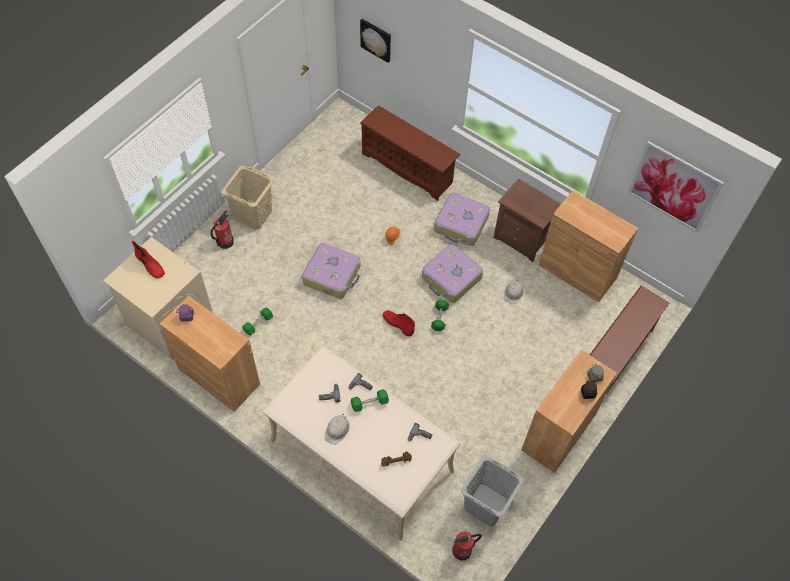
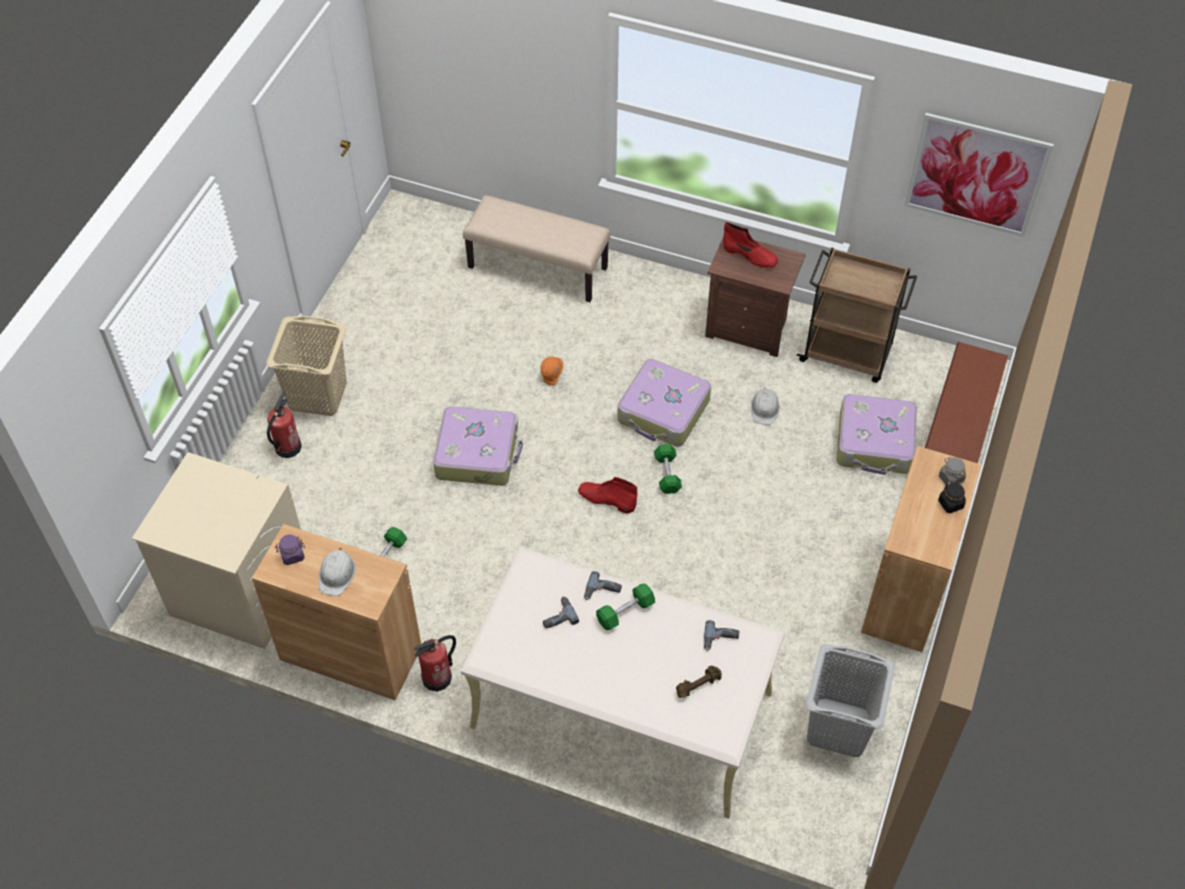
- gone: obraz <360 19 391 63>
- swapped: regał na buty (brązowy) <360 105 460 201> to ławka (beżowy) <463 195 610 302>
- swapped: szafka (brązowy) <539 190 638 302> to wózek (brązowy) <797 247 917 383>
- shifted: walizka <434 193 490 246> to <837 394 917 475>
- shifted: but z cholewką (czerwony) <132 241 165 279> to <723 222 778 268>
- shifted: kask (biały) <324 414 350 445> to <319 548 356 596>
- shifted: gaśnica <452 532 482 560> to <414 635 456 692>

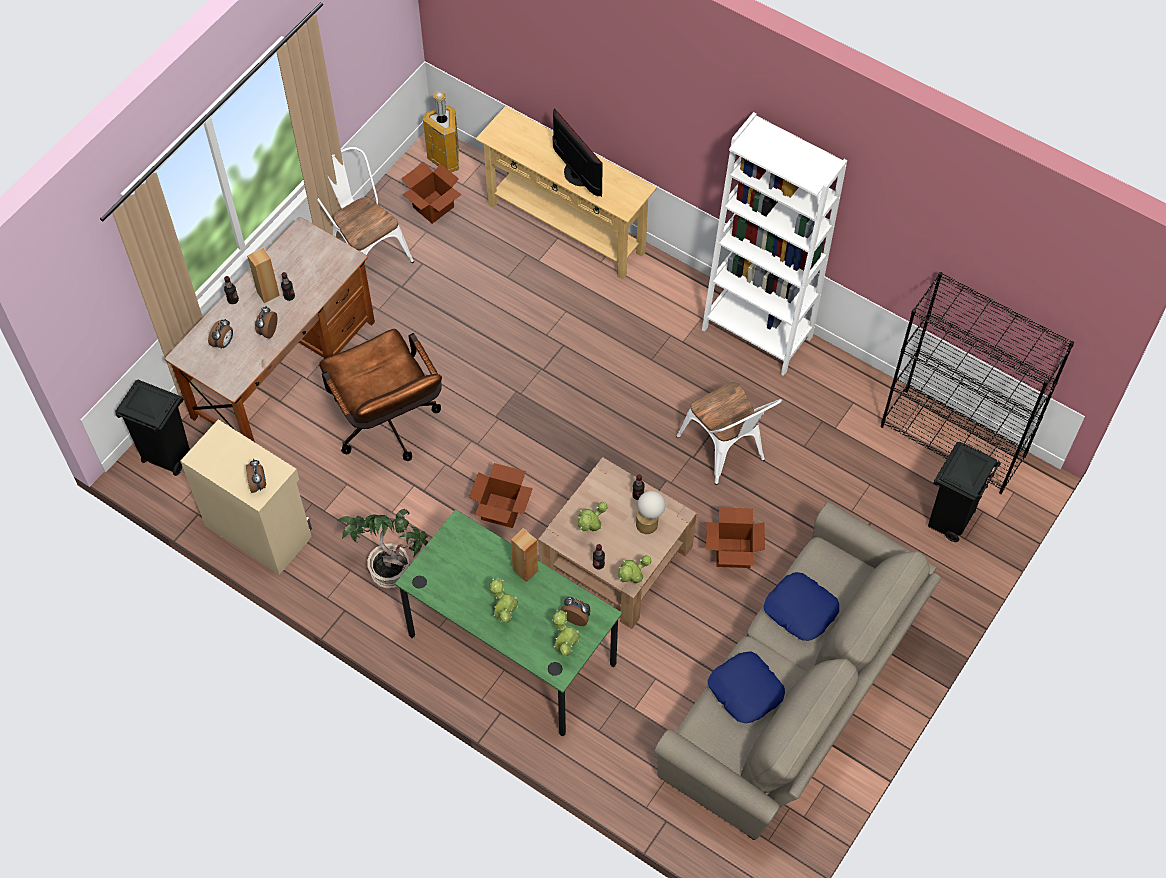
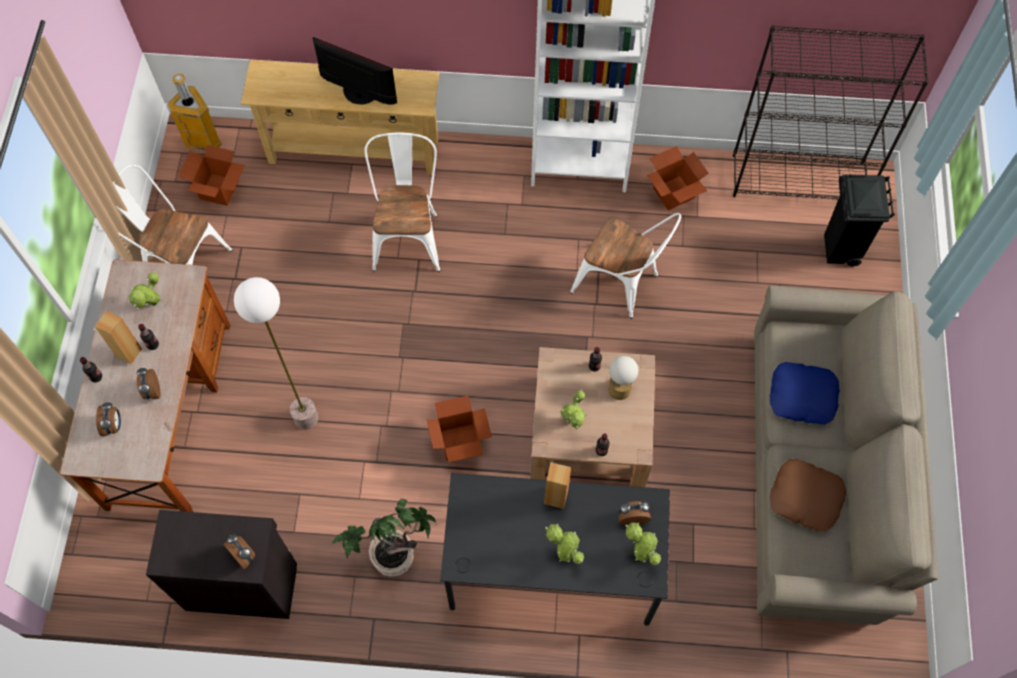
- swapped: krzesło biurowe (brązowy) <319 329 442 461> to lampa stojąca <234 277 318 430>
- gone: kosz na śmieci (czarny) <115 380 190 476>
- repainted: szafka (beżowy) <180 419 312 575> to szafka (czarny) <146 510 297 619>
- shifted: karton <706 507 765 568> to <647 146 709 210>
- repainted: biurko (zielony) <395 509 622 736> to biurko (czarny) <440 473 670 626>
- shifted: roślina doniczkowa <618 555 652 583> to <128 271 161 309>
- repainted: poduszka (niebieski) <708 651 785 723> to poduszka (brązowy) <770 459 846 532>
- new: krzesło (biały) <364 132 440 272>

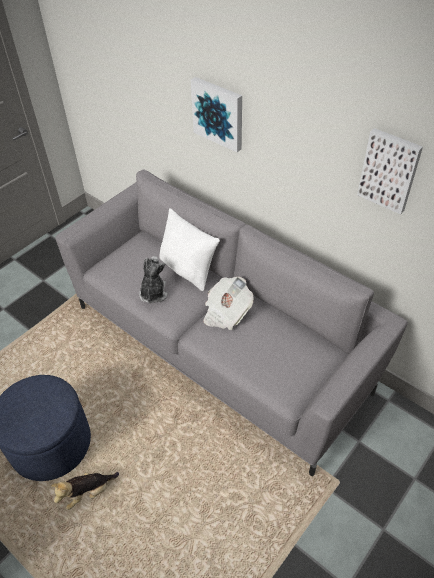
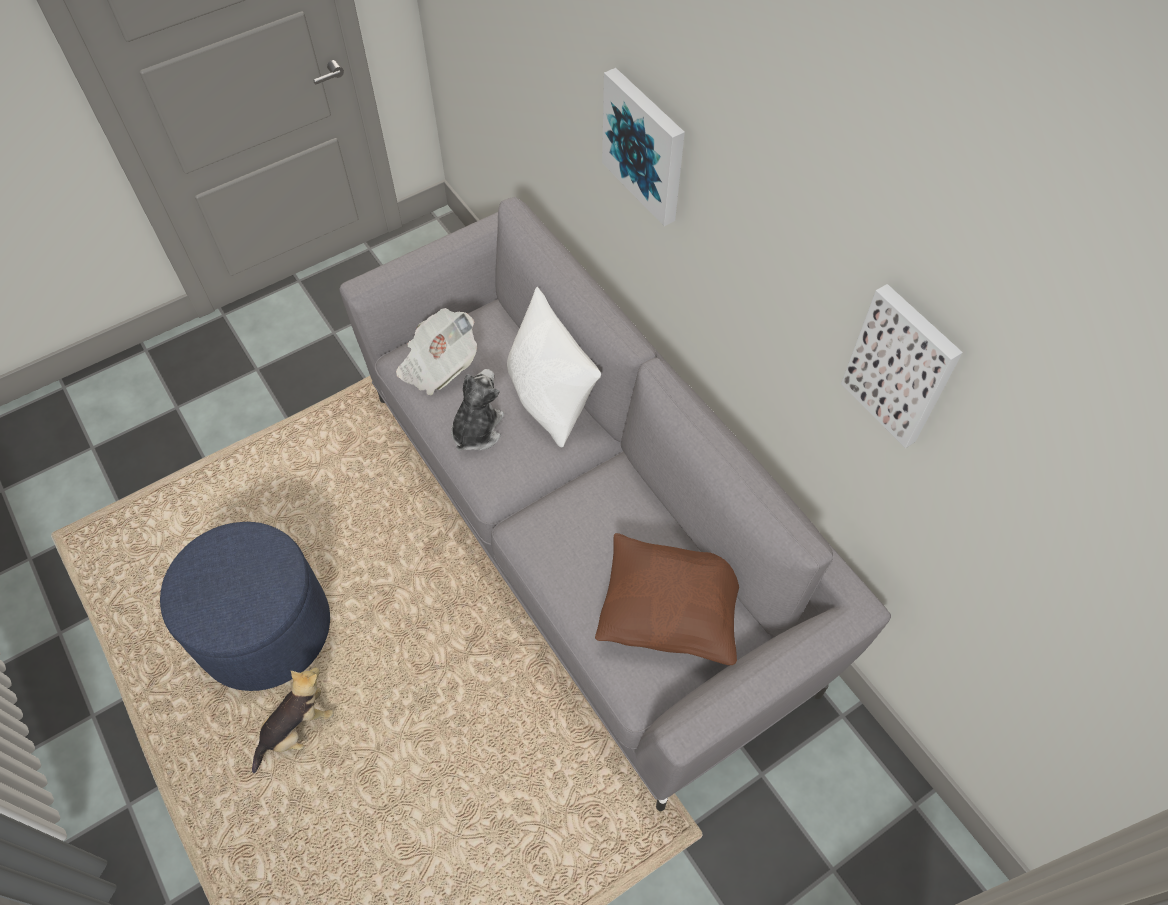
- shifted: gazeta <203 277 253 330> to <396 308 477 396>
- rotated: pluszak <51 472 119 510> = <252 667 334 773> 150 degrees clockwise
- new: poduszka (brązowy) <595 533 739 665>

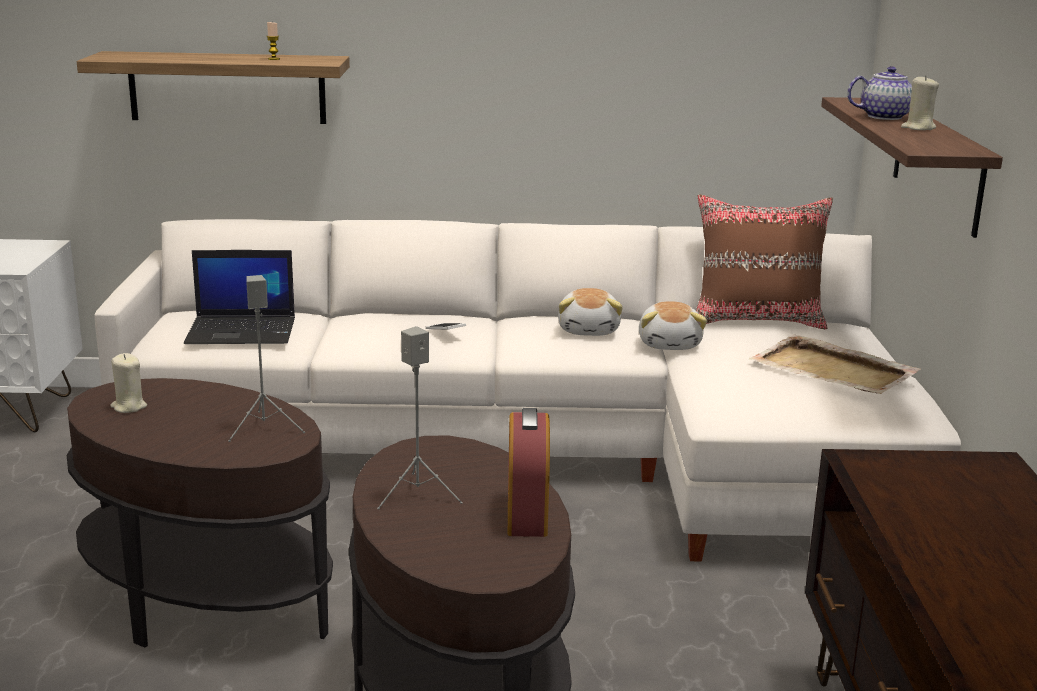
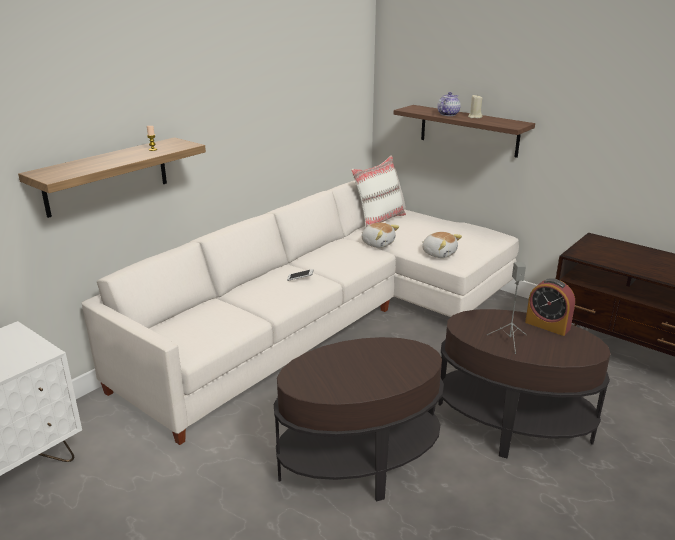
- repainted: poduszka (brązowy) <696 194 833 329> to poduszka (biały) <351 155 406 227>
- gone: laptop <184 250 295 344>
- gone: głośnik (szary) <228 275 305 442>
- shifted: pluszak <558 288 623 336> to <422 232 462 258>
- gone: taca (beżowy) <749 334 921 394>
- gone: świeca (beżowy) <110 353 147 413>

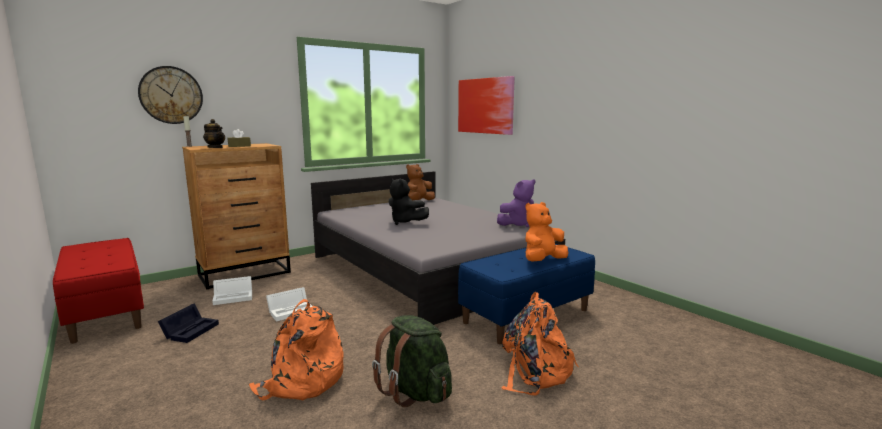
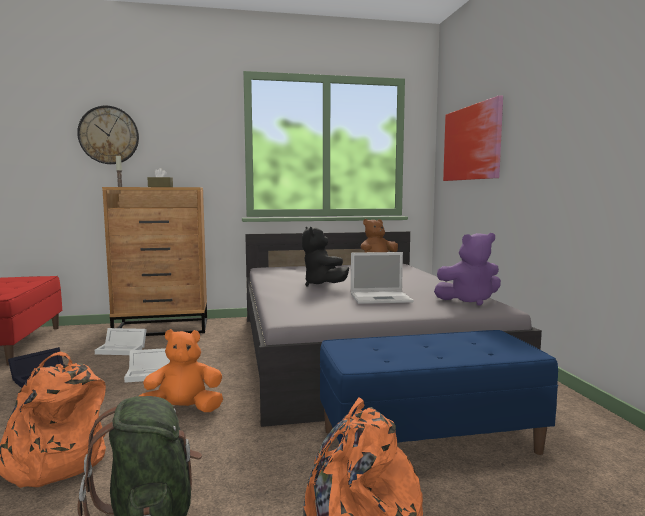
- gone: imbryk <203 119 225 148>
- shifted: pluszak (pomarańczowy) <525 202 568 262> to <139 329 223 412>
- new: laptop <351 252 414 304>

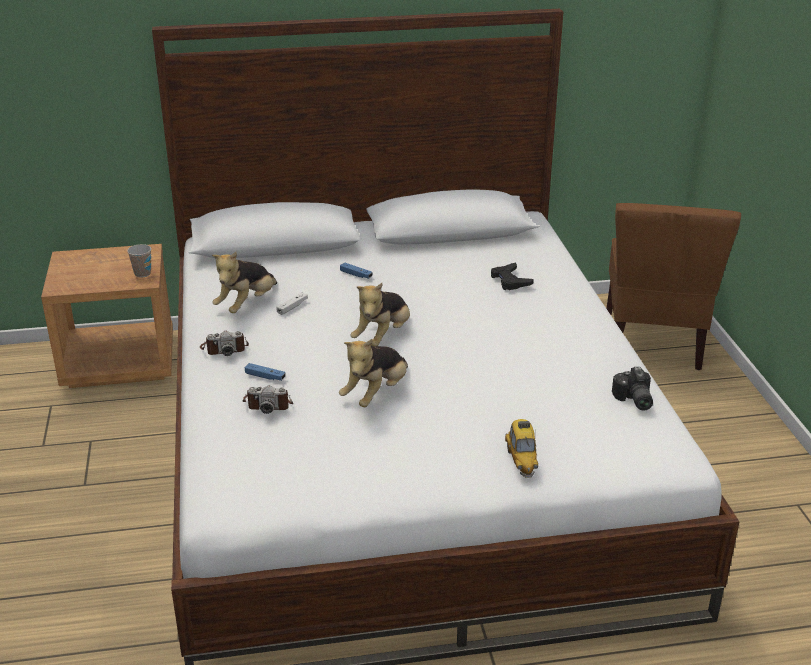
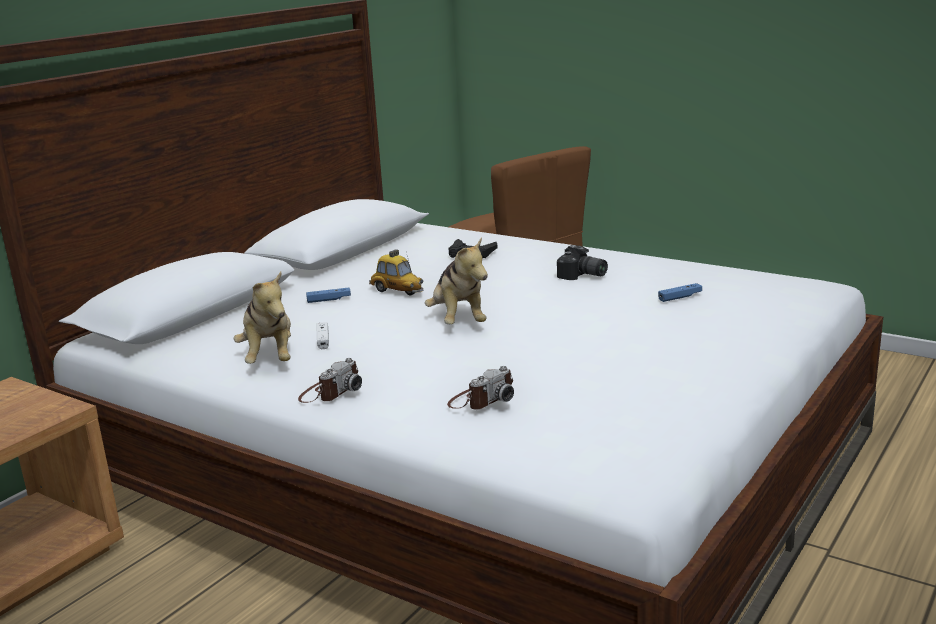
- gone: filiżanka <127 244 151 277>
- gone: pluszak <339 339 408 407>
- shifted: pad do gier (niebieski) <245 363 286 381> to <658 283 702 302>
- shifted: aparat fotograficzny <612 367 653 411> to <557 245 608 280>
- shifted: samochodzik <505 419 538 478> to <369 249 423 295>

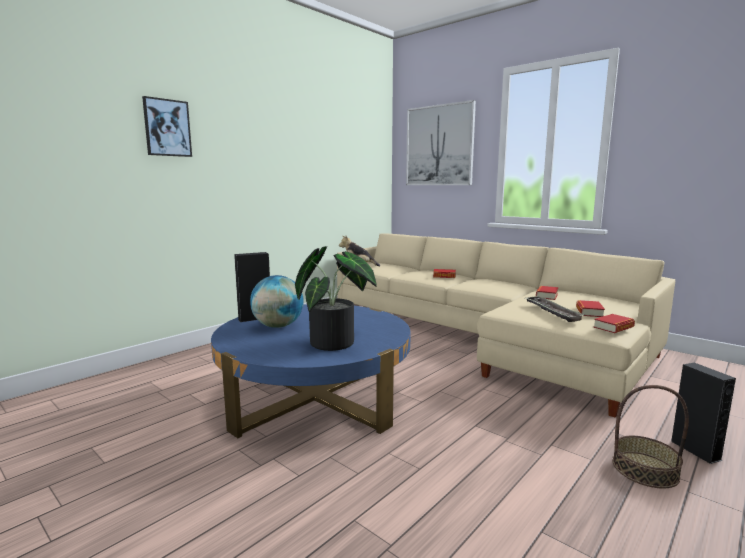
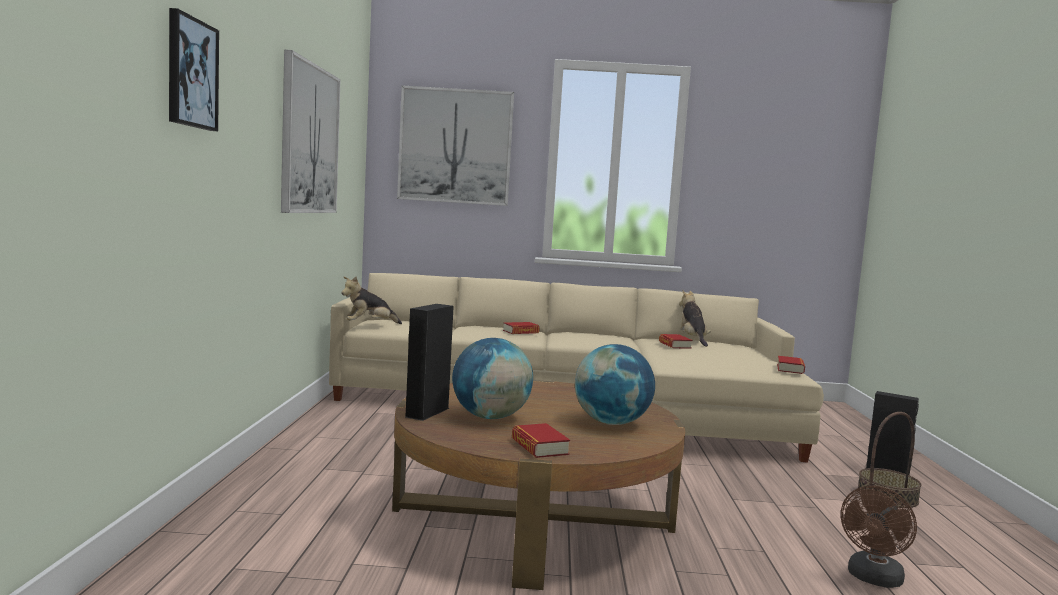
- swapped: roślina doniczkowa <295 246 377 351> to globus <575 344 655 425>
- gone: taca <524 296 585 322>
- shifted: książka <576 300 605 317> to <512 423 570 458>
- repainted: ława (niebieski) <211 304 411 438> to ława (brązowy) <392 380 685 590>
- new: obraz <281 50 340 213>
- new: pluszak <679 290 711 347>
- new: wentylator (brązowy) <841 485 917 588>

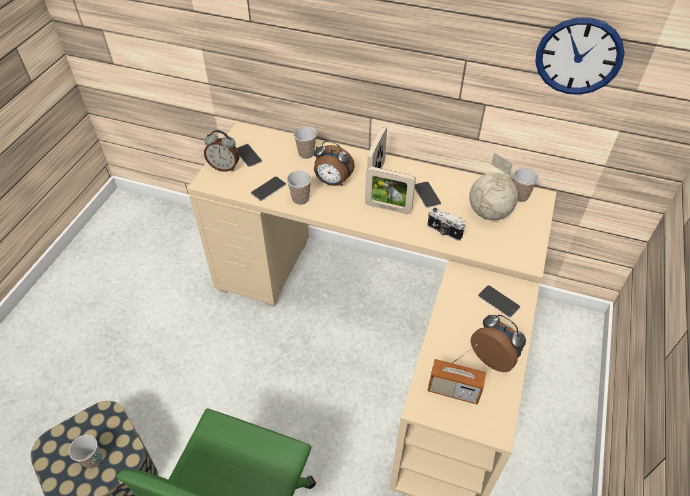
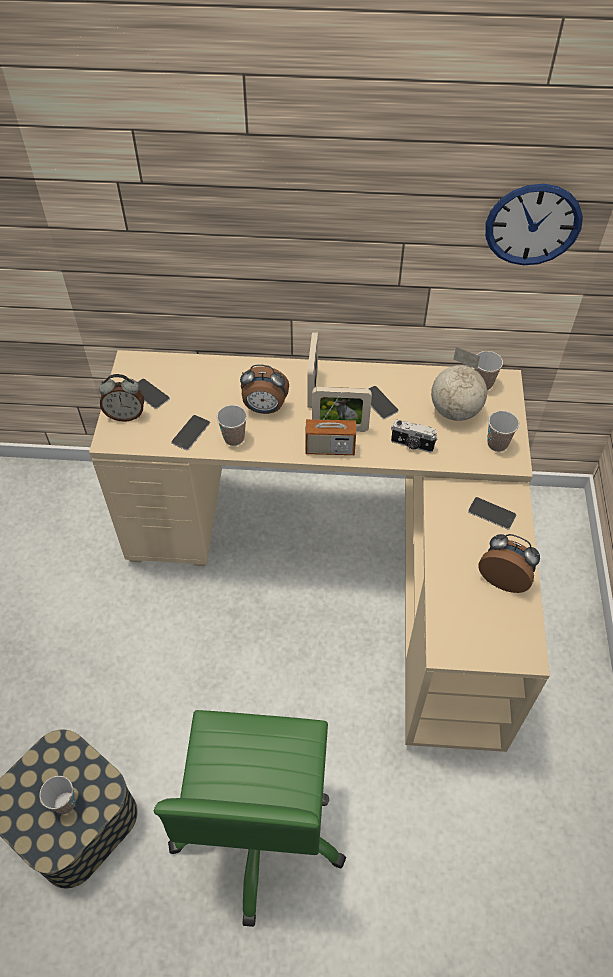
- shifted: filiżanka <294 126 317 159> to <487 411 519 452>
- shifted: radio <428 344 486 405> to <305 392 356 455>

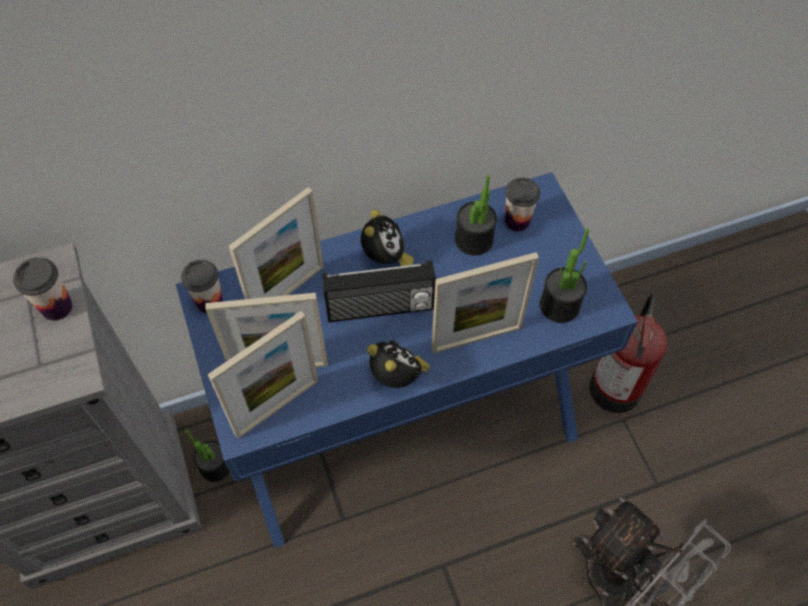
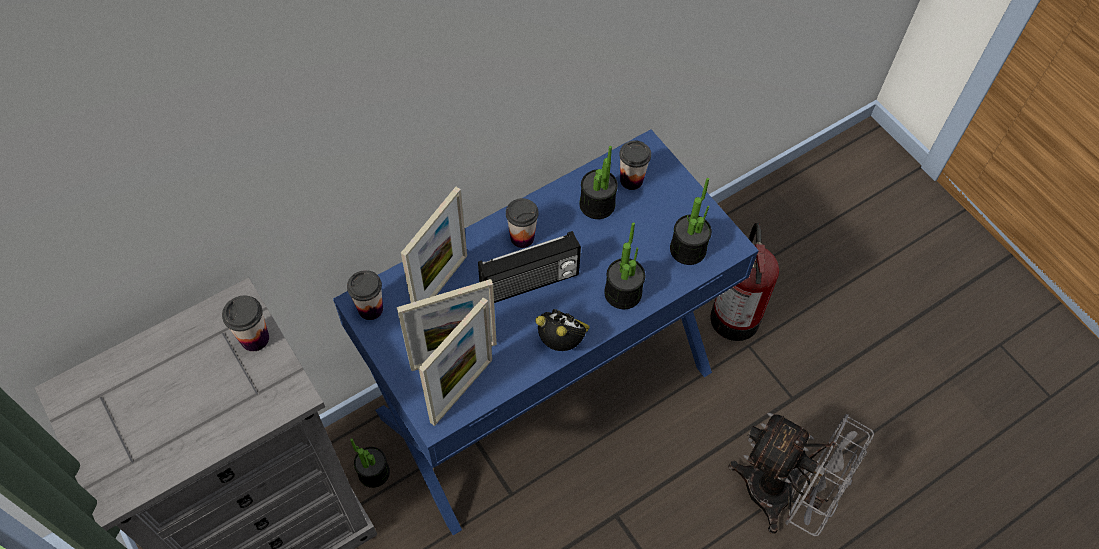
- swapped: budzik <361 210 414 266> to filiżanka <506 198 539 248>
- swapped: ramka na zdjęcie <431 252 539 354> to roślina doniczkowa <604 222 645 309>

